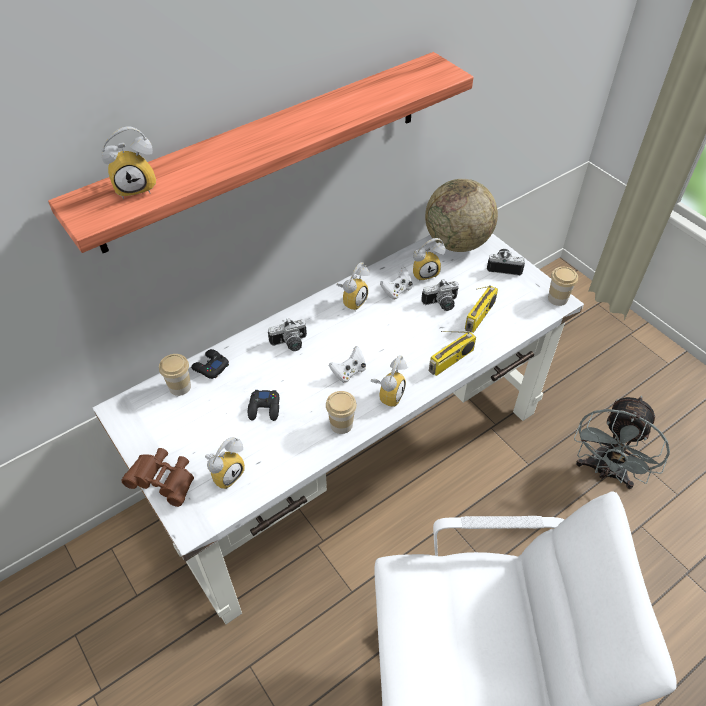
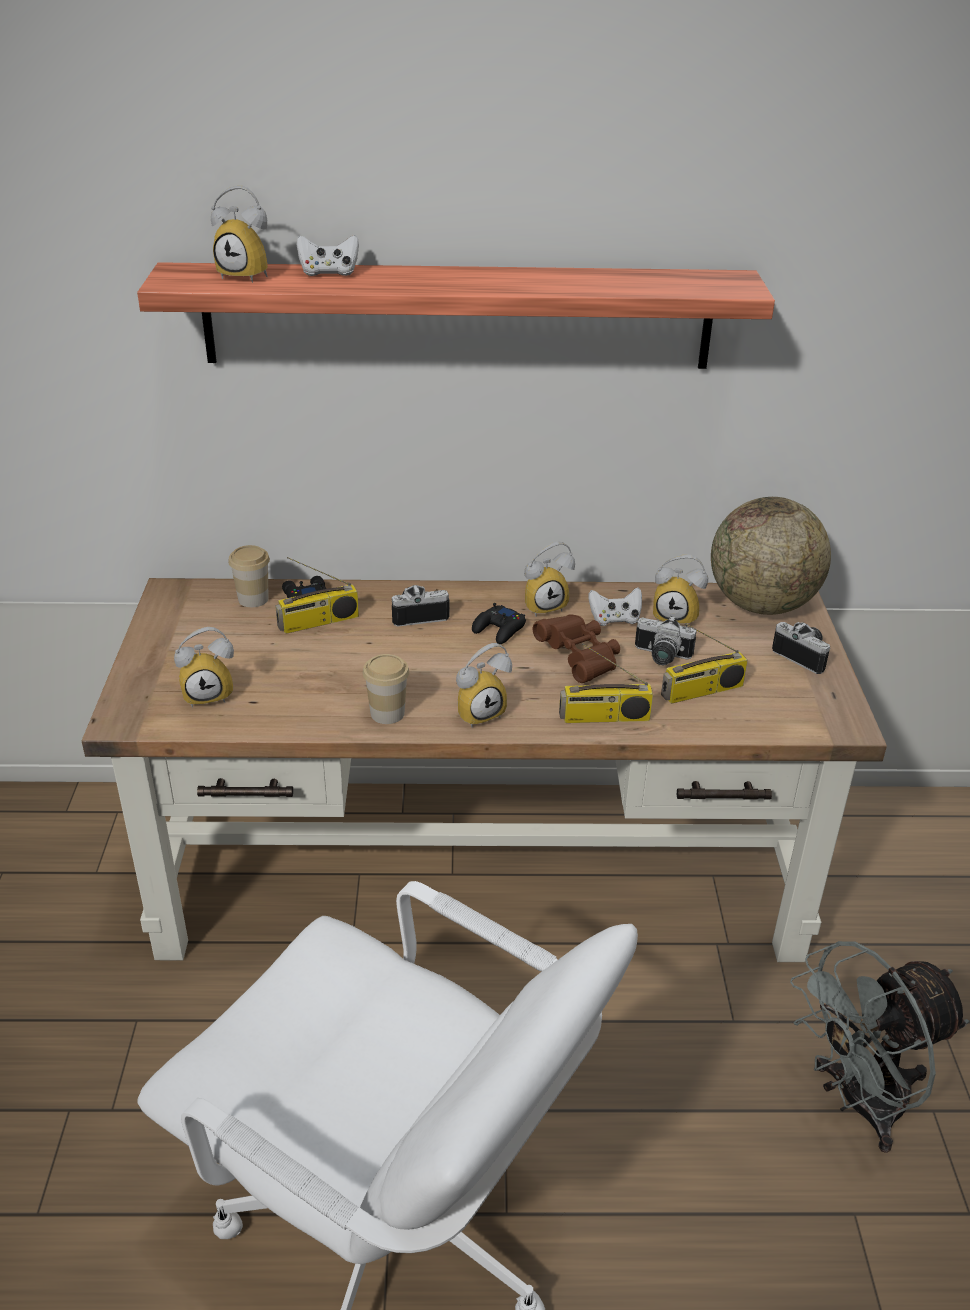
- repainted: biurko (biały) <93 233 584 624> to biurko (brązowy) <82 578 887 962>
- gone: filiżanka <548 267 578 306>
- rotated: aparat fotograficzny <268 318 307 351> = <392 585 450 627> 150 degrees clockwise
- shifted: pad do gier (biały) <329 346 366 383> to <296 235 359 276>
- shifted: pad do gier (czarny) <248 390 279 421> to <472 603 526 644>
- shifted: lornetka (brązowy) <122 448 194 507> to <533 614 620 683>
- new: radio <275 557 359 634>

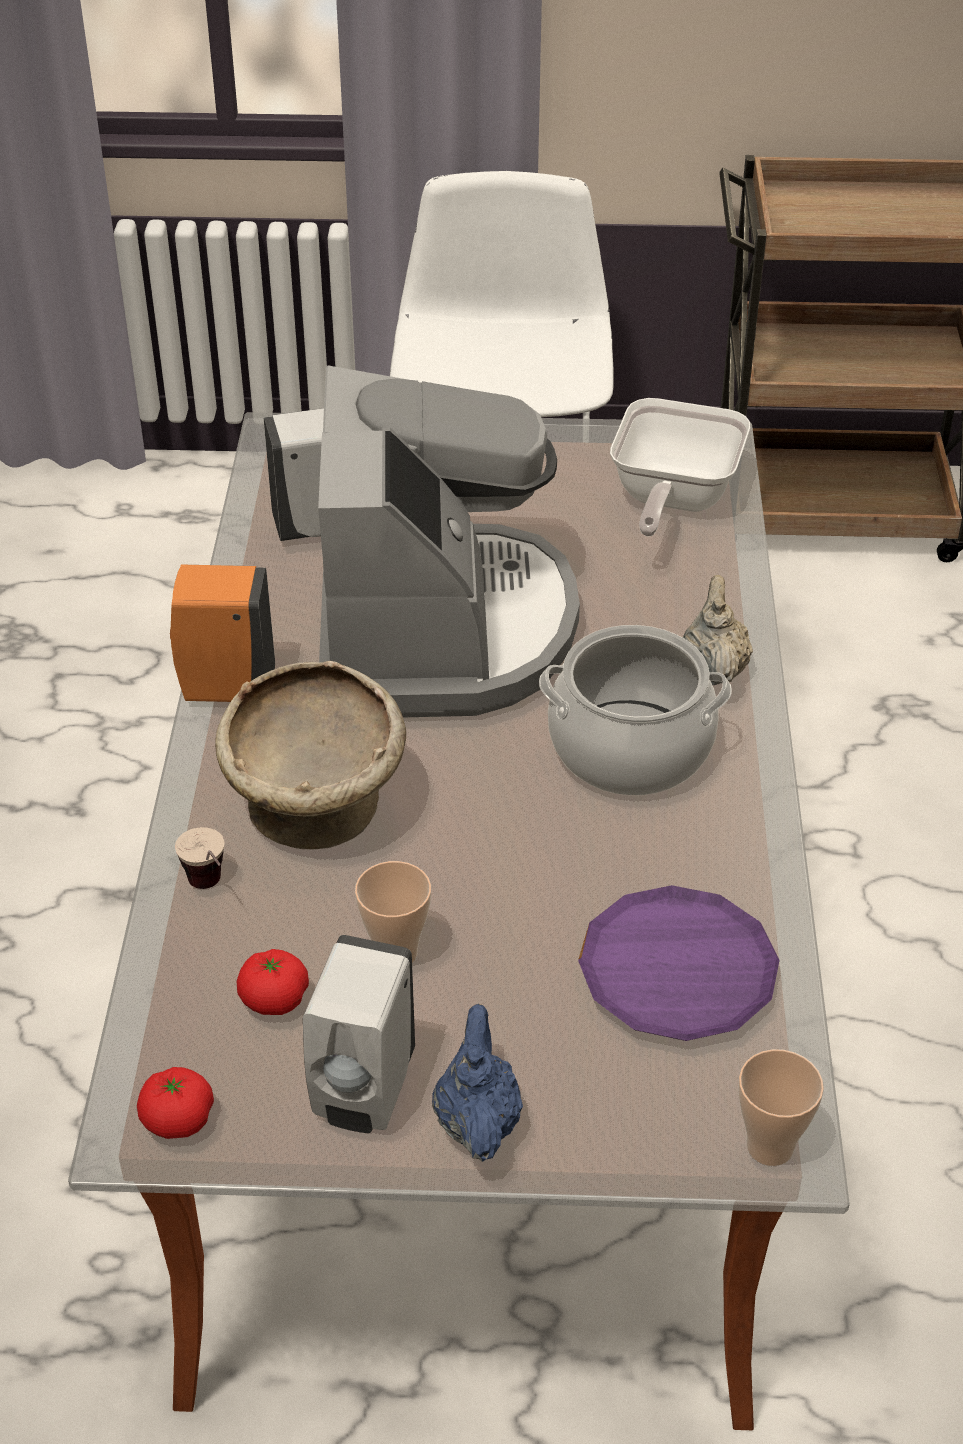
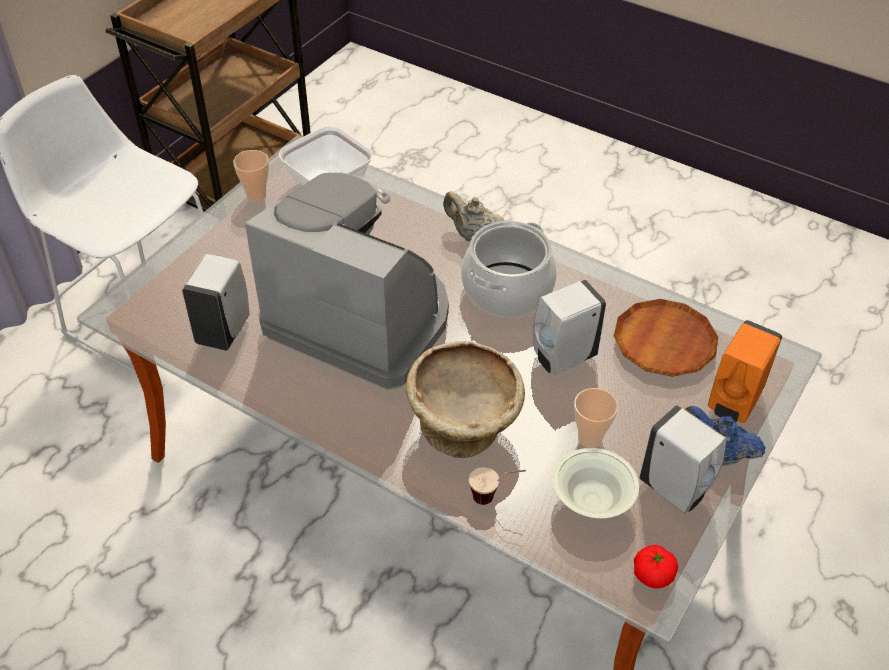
- shifted: dozownik mydła (pomarańczowy) <170 565 275 702> to <708 320 782 423>
- repainted: talerz (fioletowy) <578 885 780 1041> to talerz (brązowy) <614 299 718 377>
- swapped: pomidor <237 949 309 1015> to miska (biały) <553 448 639 518>
- shifted: filiżanka <739 1049 824 1166> to <233 150 269 202>
- new: dozownik mydła (biały) <533 280 606 375>

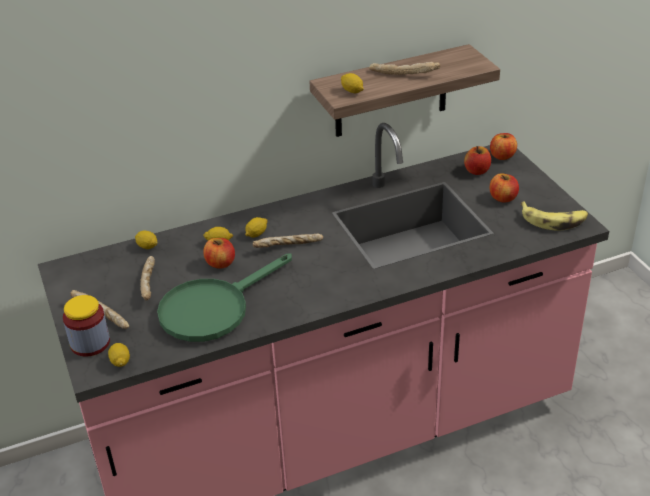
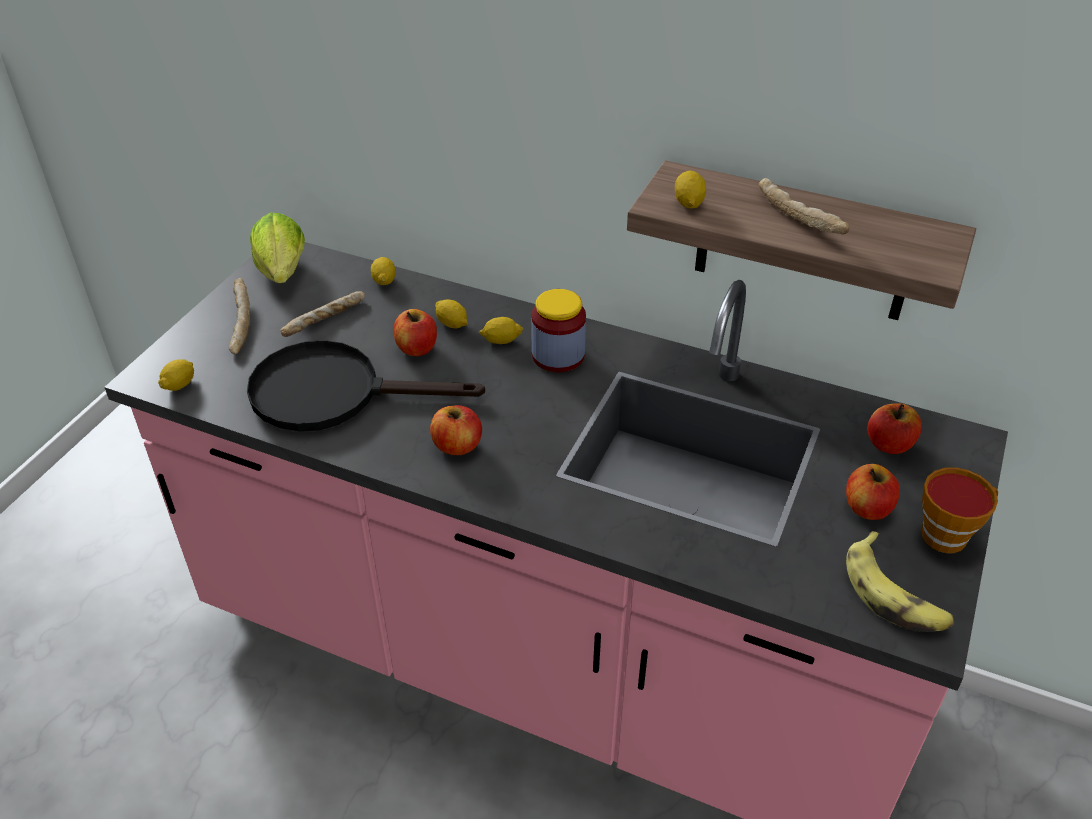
- shifted: jabłko <490 133 517 160> to <430 405 482 455>
- gone: chleb <253 234 324 248>
- repainted: patelnia (zielony) <157 253 292 342> to patelnia (czarny) <247 340 485 432>
- shifted: słoik <63 295 110 357> to <531 289 586 372>
- new: sałata <250 213 305 283>
- new: filiżanka <922 467 998 553>

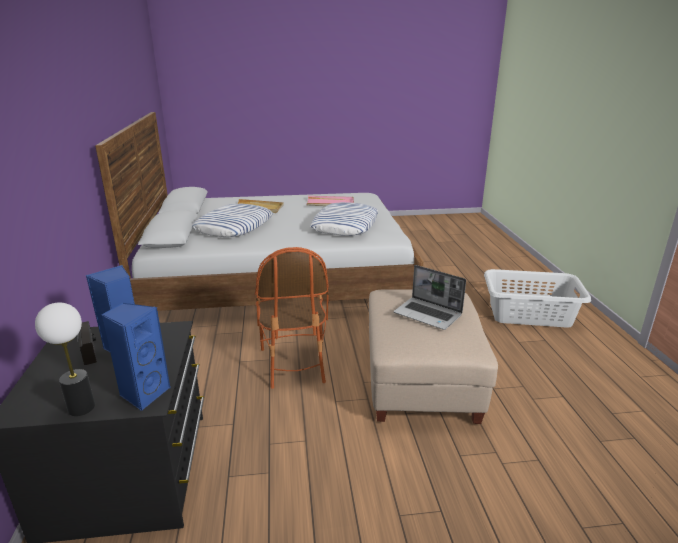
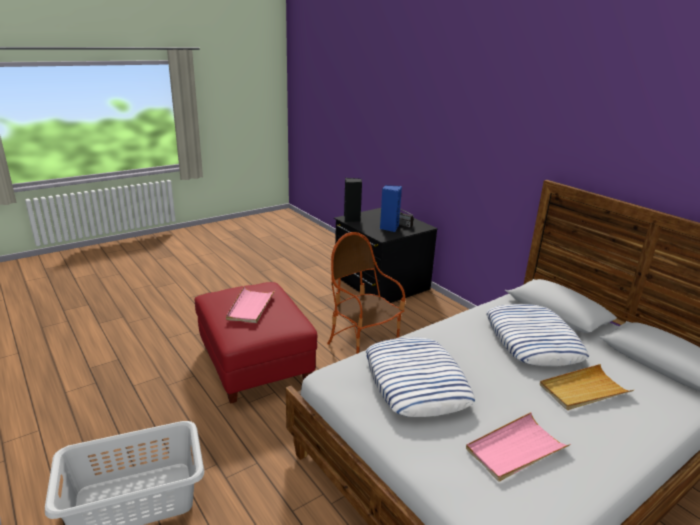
- swapped: laptop <394 265 466 330> to taca (różowy) <226 287 276 323>
- repainted: pufa (beżowy) <369 289 498 424> to pufa (czerwony) <195 282 317 404>
- repainted: głośnik (niebieski) <101 302 171 411> to głośnik (czarny) <344 178 362 222>
- gone: lampa stołowa <35 303 95 416>

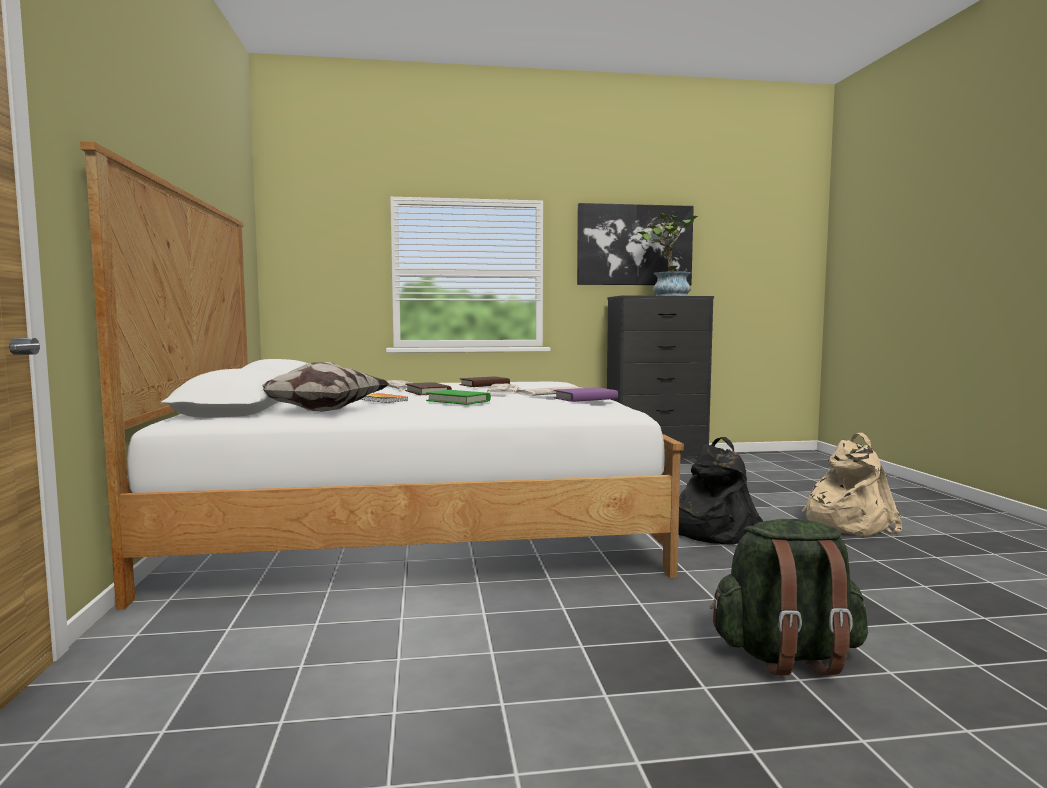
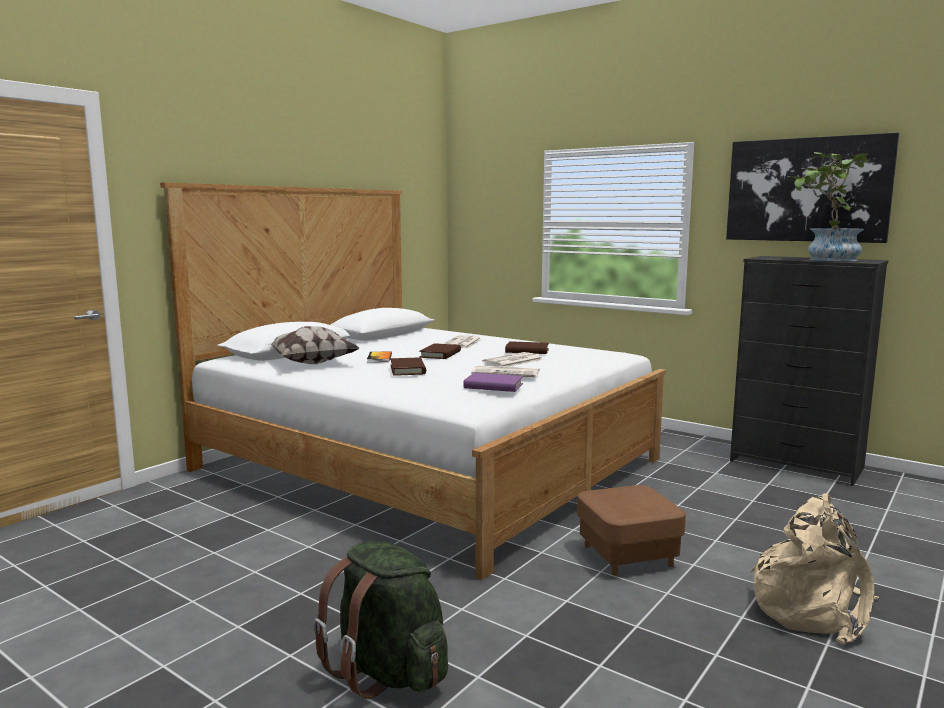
- repainted: książka (zielony) <426 390 491 405> to książka (brązowy) <390 358 426 376>
- swapped: plecak (czarny) <678 437 763 545> to pufa (brązowy) <577 485 686 576>

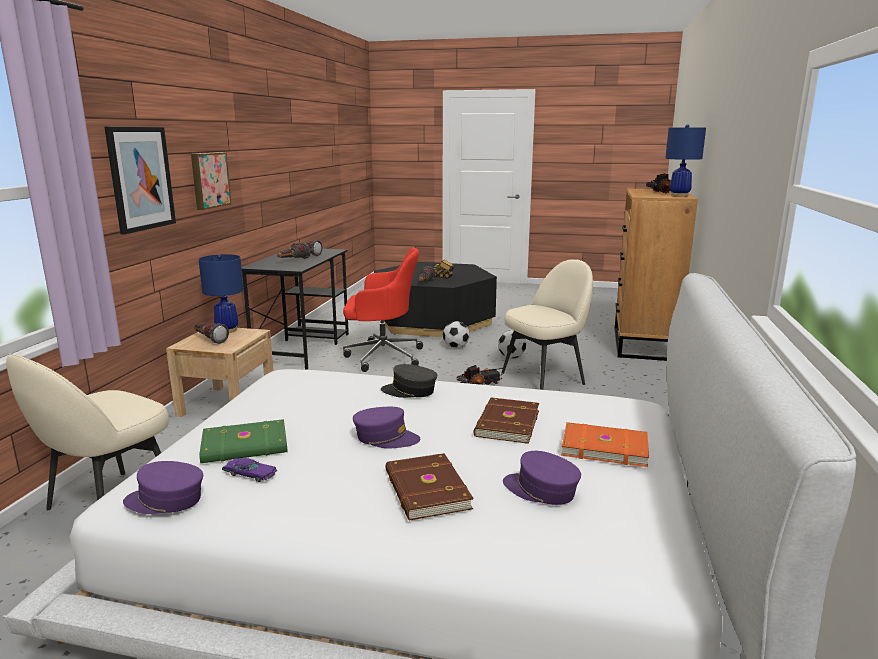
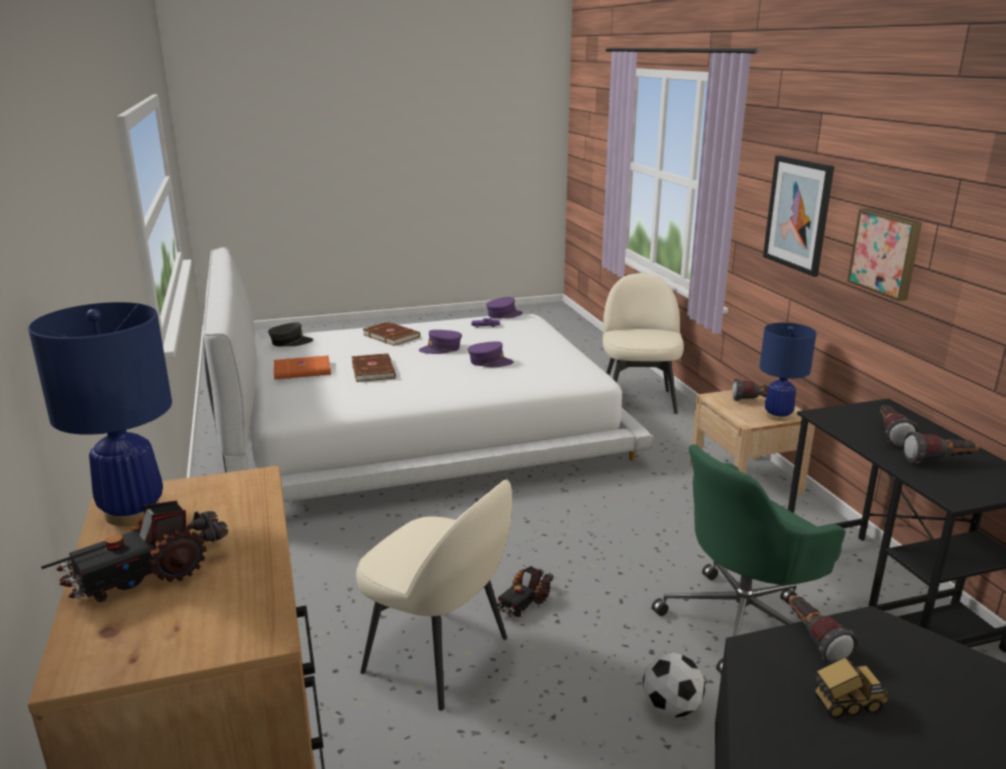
- repainted: krzesło biurowe (czerwony) <343 248 423 372> to krzesło biurowe (zielony) <652 444 845 673>
- rotated: krzesło (beżowy) <502 259 593 390> = <356 479 512 711> 90 degrees counterclockwise
- gone: piłka futbolowa <498 330 527 358>
- shifted: czapka z daszkiem (szary) <381 364 437 398> to <268 322 313 346>
- gone: książka (zielony) <199 419 288 463>
- shifted: czapka z daszkiem (fioletowy) <503 451 581 505> to <468 341 514 367>

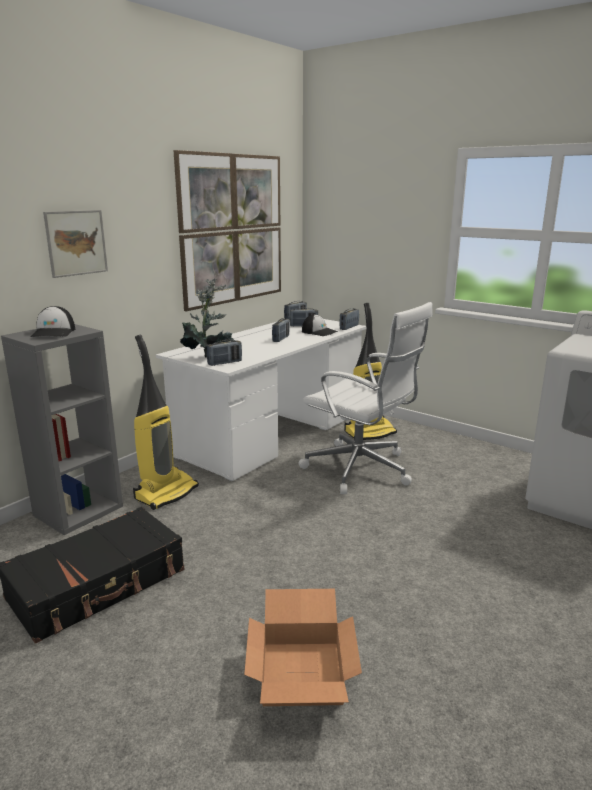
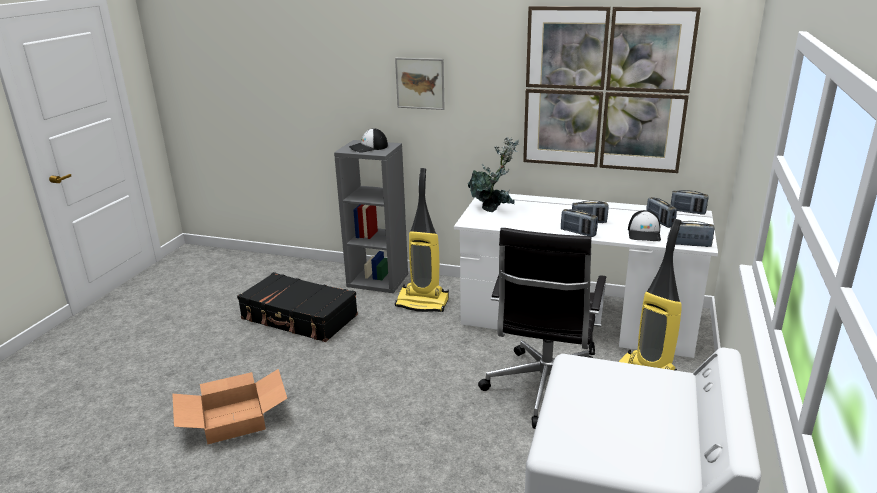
- repainted: krzesło biurowe (biały) <299 302 433 494> to krzesło biurowe (czarny) <478 228 606 429>
- shifted: radio <207 340 242 366> to <561 209 598 237>

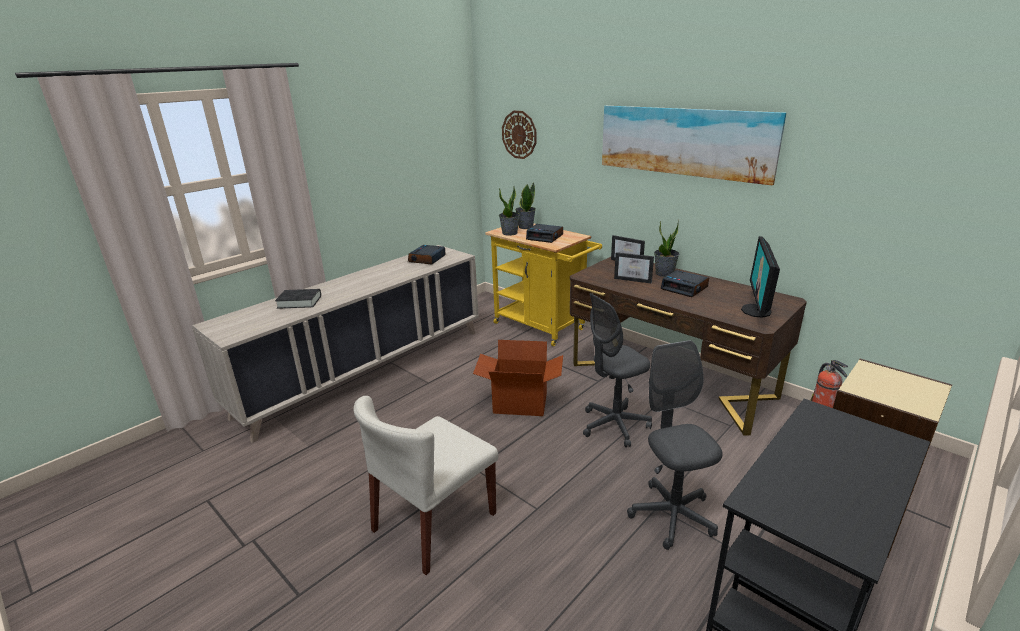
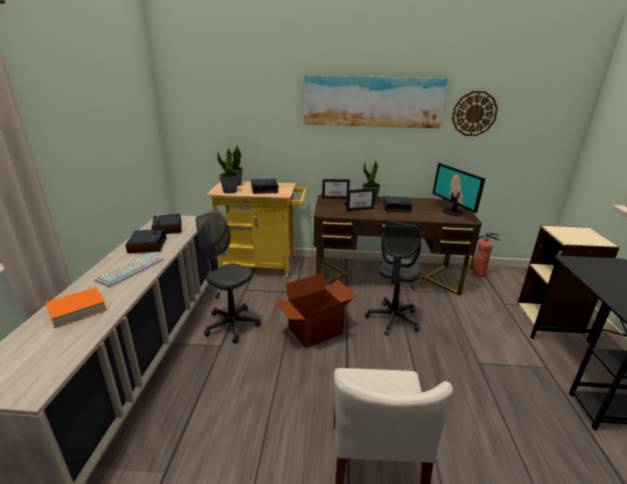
- shifted: zegar ścienny <502 111 536 159> to <452 91 498 136>
- repainted: książka (czarny) <275 289 321 309> to książka (pomarańczowy) <46 287 107 328>
- shifted: krzesło biurowe (szary) <627 340 723 550> to <196 210 261 344>
- new: budzik <125 229 167 253>
- new: klawiatura <95 253 164 288>

